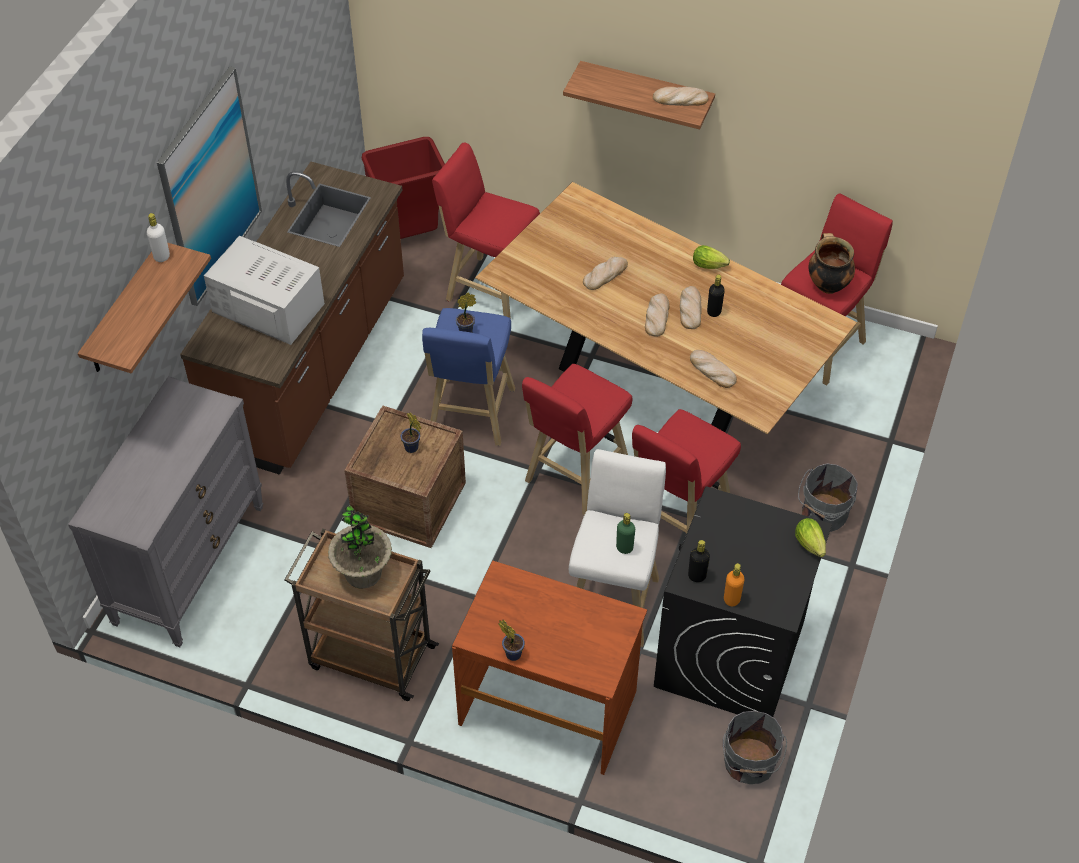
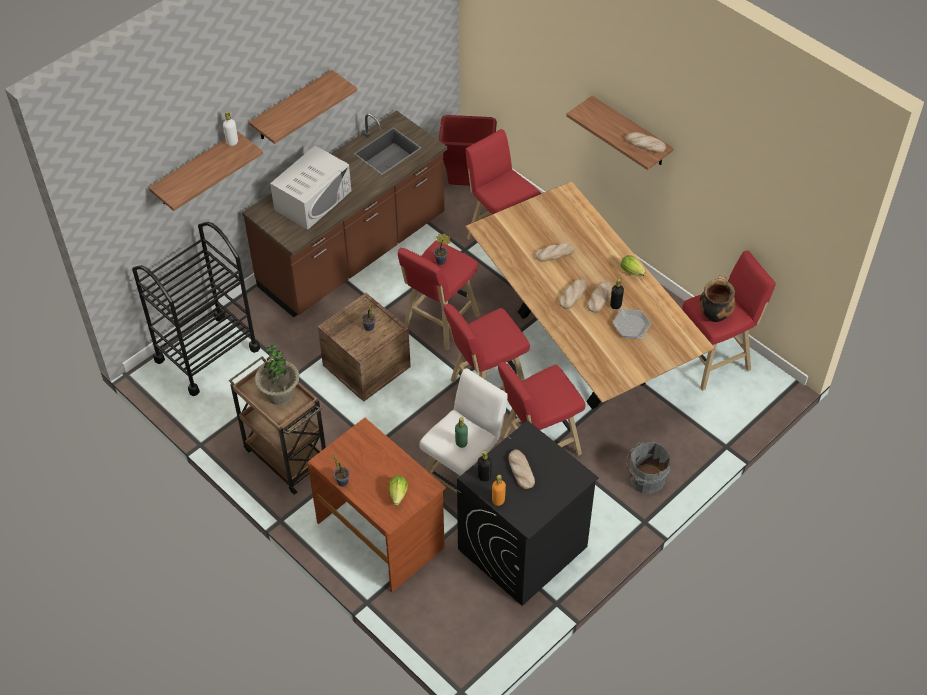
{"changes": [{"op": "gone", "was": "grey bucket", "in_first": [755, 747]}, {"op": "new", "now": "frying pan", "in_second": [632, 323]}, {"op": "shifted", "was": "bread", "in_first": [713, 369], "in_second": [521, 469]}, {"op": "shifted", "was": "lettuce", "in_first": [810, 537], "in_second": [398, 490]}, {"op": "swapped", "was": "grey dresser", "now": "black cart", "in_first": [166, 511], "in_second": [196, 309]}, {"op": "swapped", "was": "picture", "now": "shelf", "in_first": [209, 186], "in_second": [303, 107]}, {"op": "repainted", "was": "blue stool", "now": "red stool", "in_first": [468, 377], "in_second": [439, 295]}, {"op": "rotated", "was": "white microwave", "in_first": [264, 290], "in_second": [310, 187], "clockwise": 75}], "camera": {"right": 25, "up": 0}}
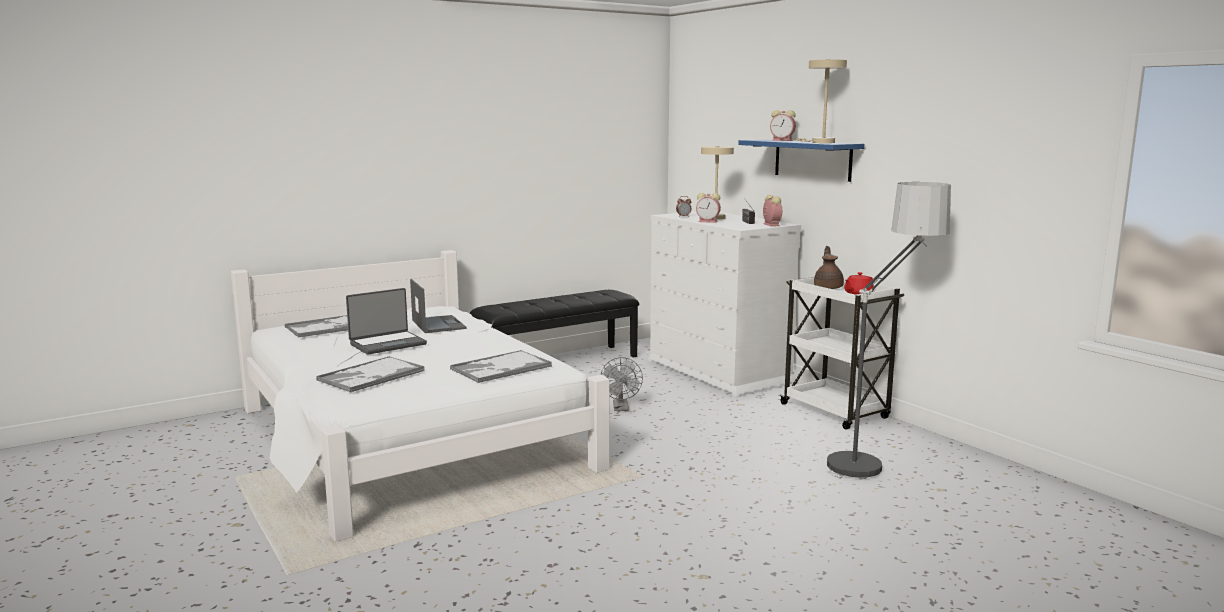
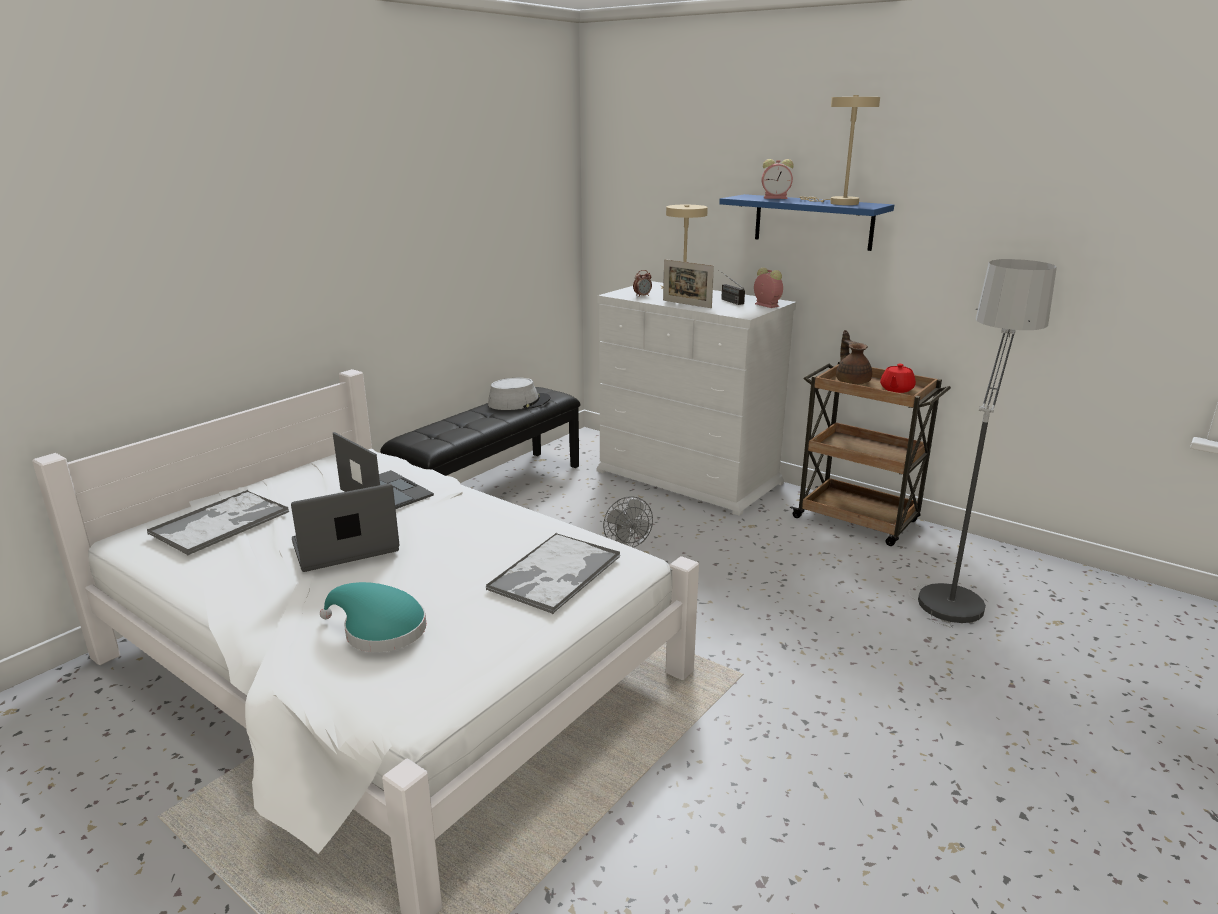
{"changes": [{"op": "new", "now": "grey hat", "in_second": [519, 394]}, {"op": "swapped", "was": "tray", "now": "turquoise hat", "in_first": [371, 374], "in_second": [373, 617]}, {"op": "swapped", "was": "alarm clock", "now": "picture frame", "in_first": [708, 208], "in_second": [688, 283]}, {"op": "repainted", "was": "white cart", "now": "brown cart", "in_first": [841, 353], "in_second": [870, 453]}, {"op": "rotated", "was": "laptop", "in_first": [386, 321], "in_second": [345, 527], "clockwise": -150}], "camera": {"right": -20, "up": 10}}
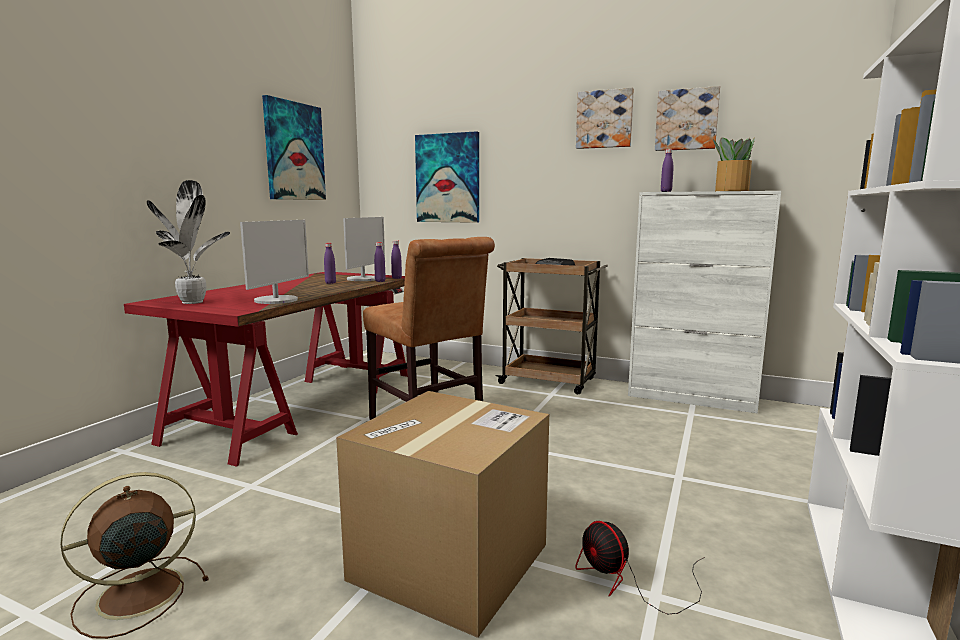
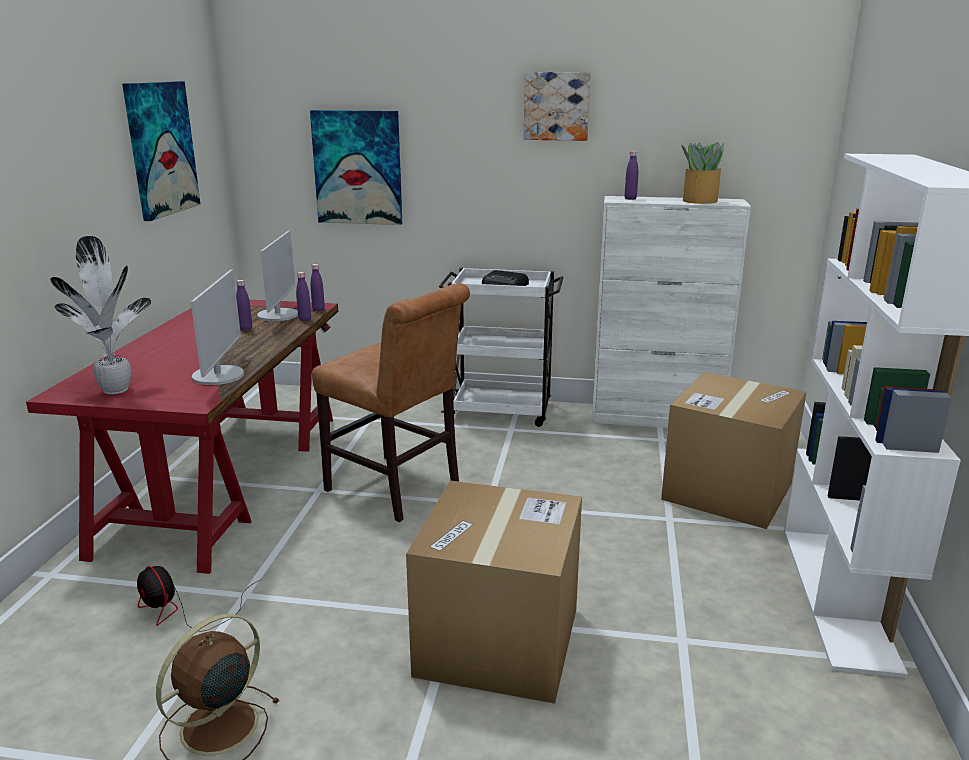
{"changes": [{"op": "gone", "was": "picture", "in_first": [687, 118]}, {"op": "new", "now": "cardboard box", "in_second": [733, 450]}, {"op": "shifted", "was": "fan", "in_first": [640, 567], "in_second": [199, 599]}, {"op": "repainted", "was": "brown cart", "now": "white cart", "in_first": [551, 326], "in_second": [501, 347]}], "camera": {"right": -15, "up": 10}}
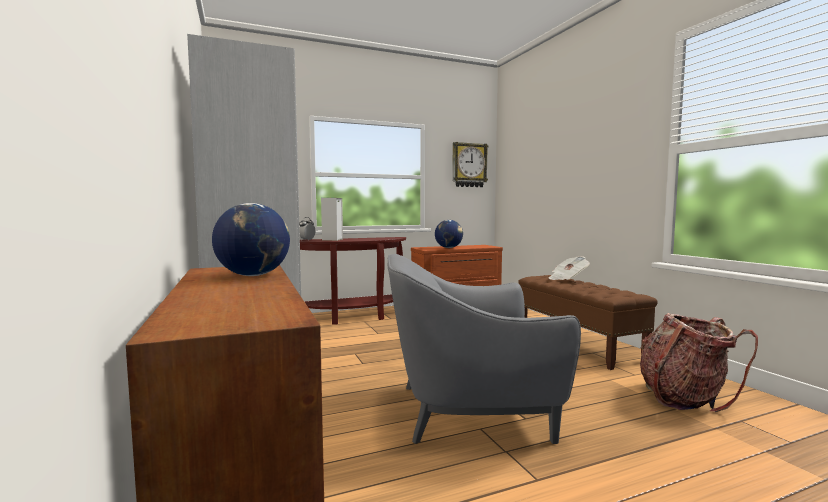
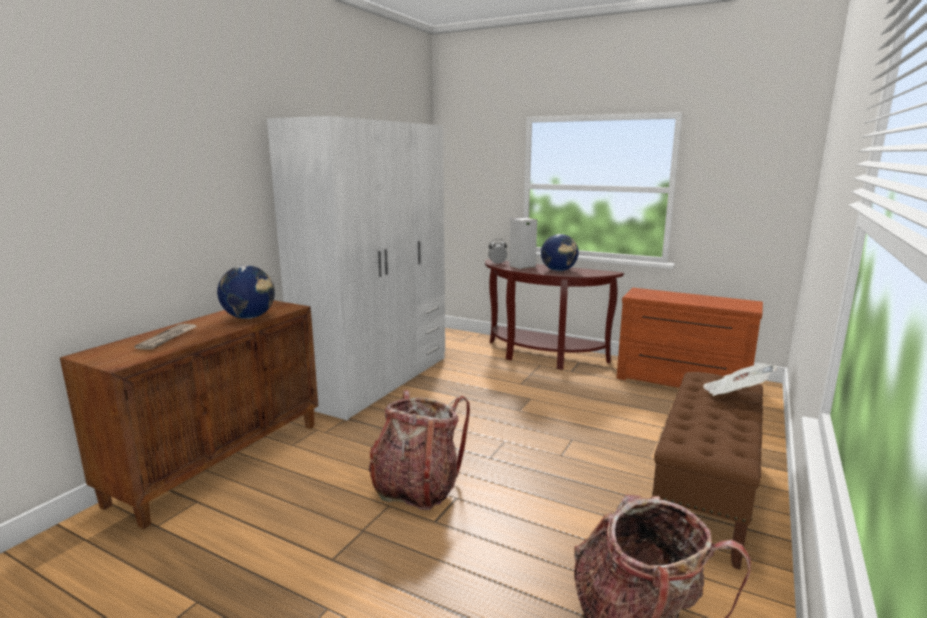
{"changes": [{"op": "gone", "was": "wall clock", "in_first": [470, 164]}, {"op": "new", "now": "newspaper", "in_second": [165, 337]}, {"op": "shifted", "was": "globe", "in_first": [449, 234], "in_second": [560, 252]}, {"op": "swapped", "was": "grey armchair", "now": "backpack", "in_first": [484, 349], "in_second": [419, 450]}], "camera": {"right": 50, "up": 10}}
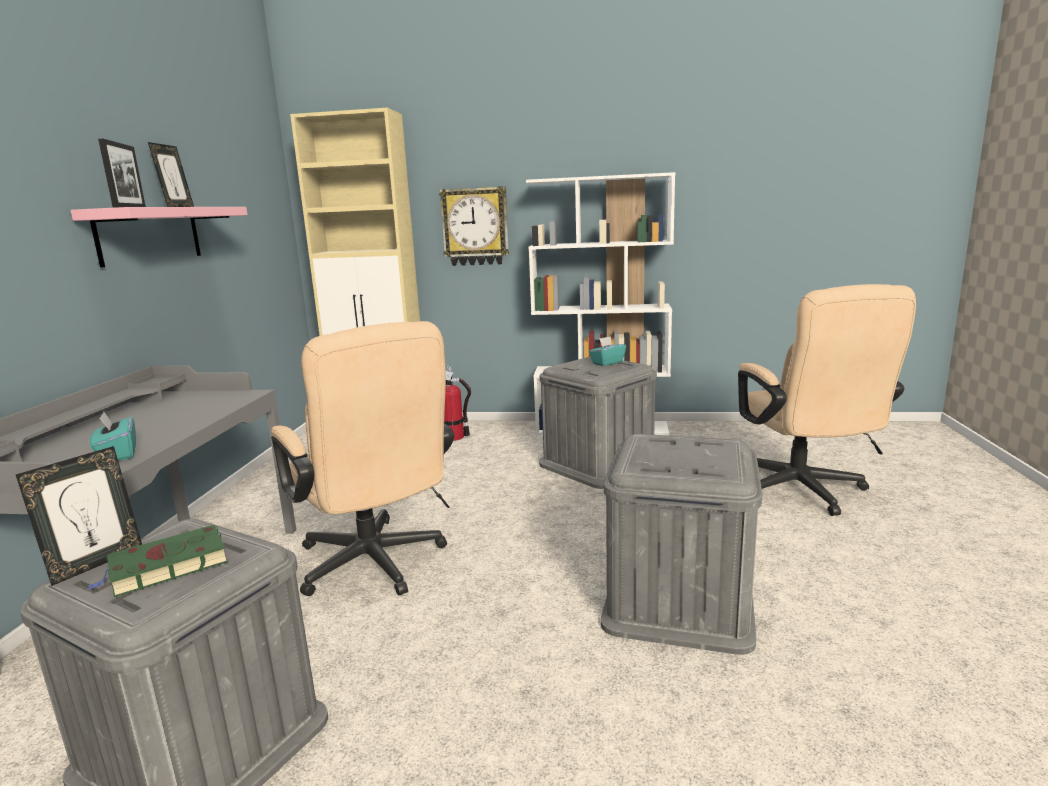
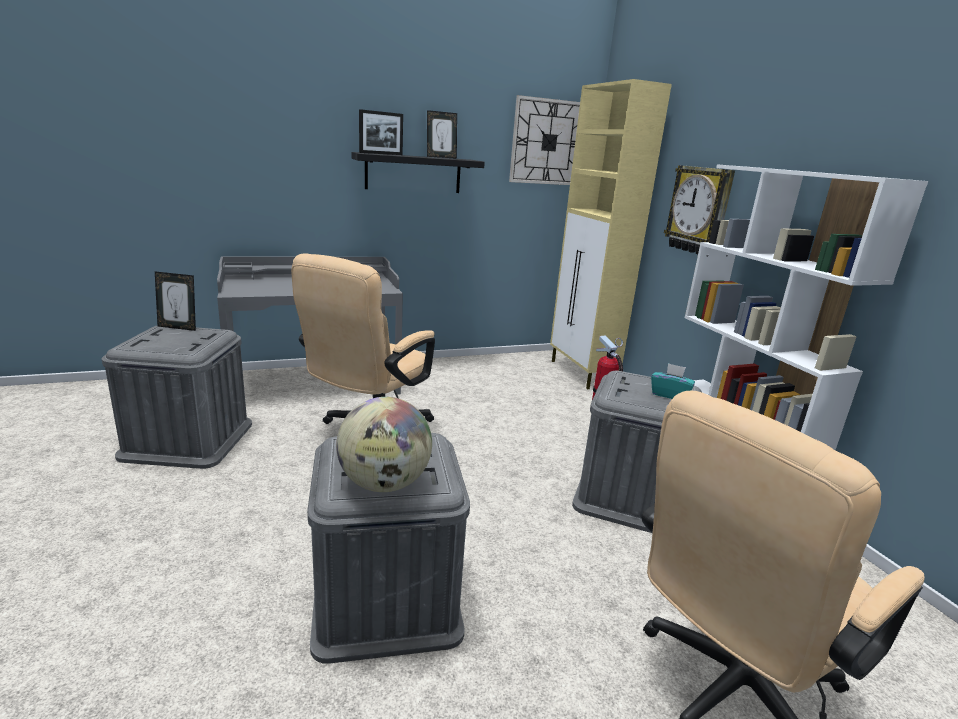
{"changes": [{"op": "gone", "was": "green book", "in_first": [158, 561]}, {"op": "gone", "was": "turquoise tissue box", "in_first": [113, 436]}, {"op": "new", "now": "globe", "in_second": [384, 444]}, {"op": "new", "now": "wall clock", "in_second": [544, 140]}, {"op": "repainted", "was": "pink shelf", "now": "black shelf", "in_first": [159, 237], "in_second": [418, 172]}], "camera": {"right": 60, "up": 5}}
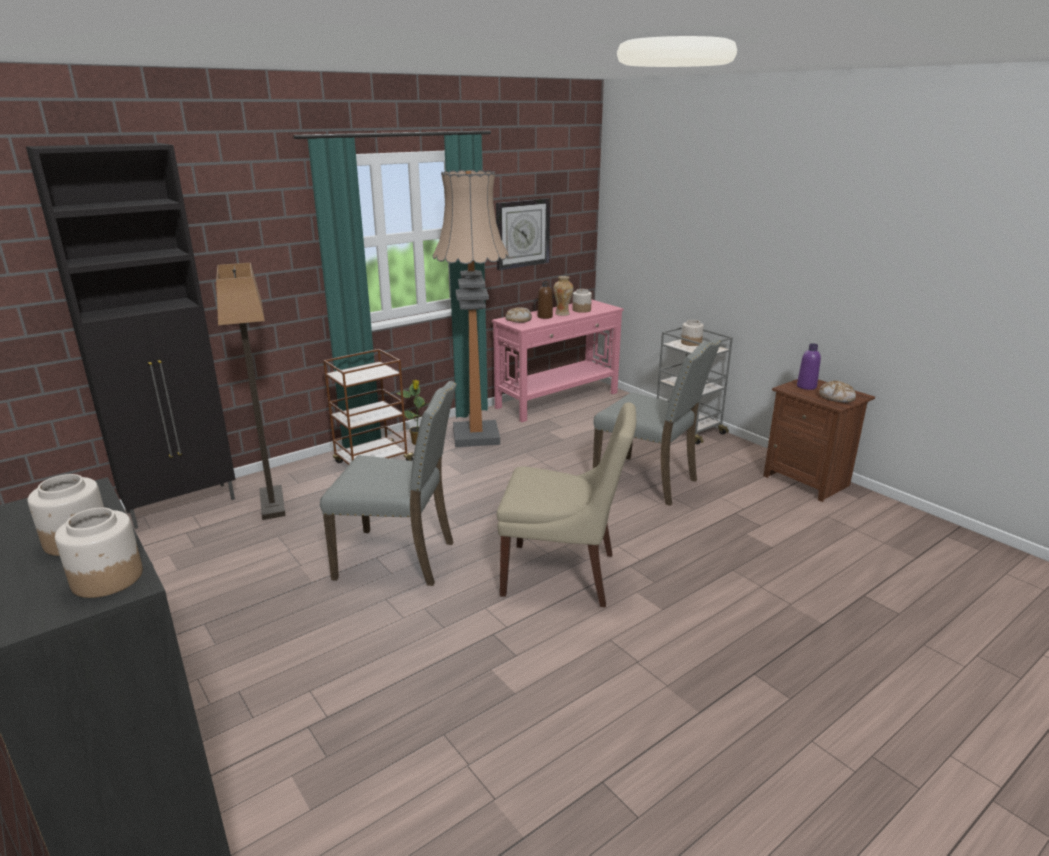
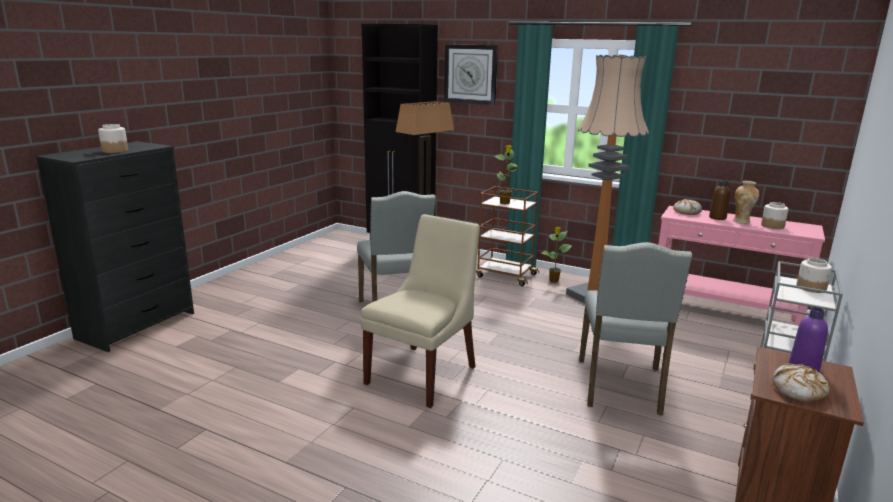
{"changes": [{"op": "gone", "was": "jar", "in_first": [99, 552]}, {"op": "new", "now": "potted plant", "in_second": [506, 174]}, {"op": "shifted", "was": "wall clock", "in_first": [523, 234], "in_second": [471, 74]}, {"op": "rotated", "was": "beige chair", "in_first": [566, 504], "in_second": [420, 311], "clockwise": -135}], "camera": {"right": 65, "up": -5}}
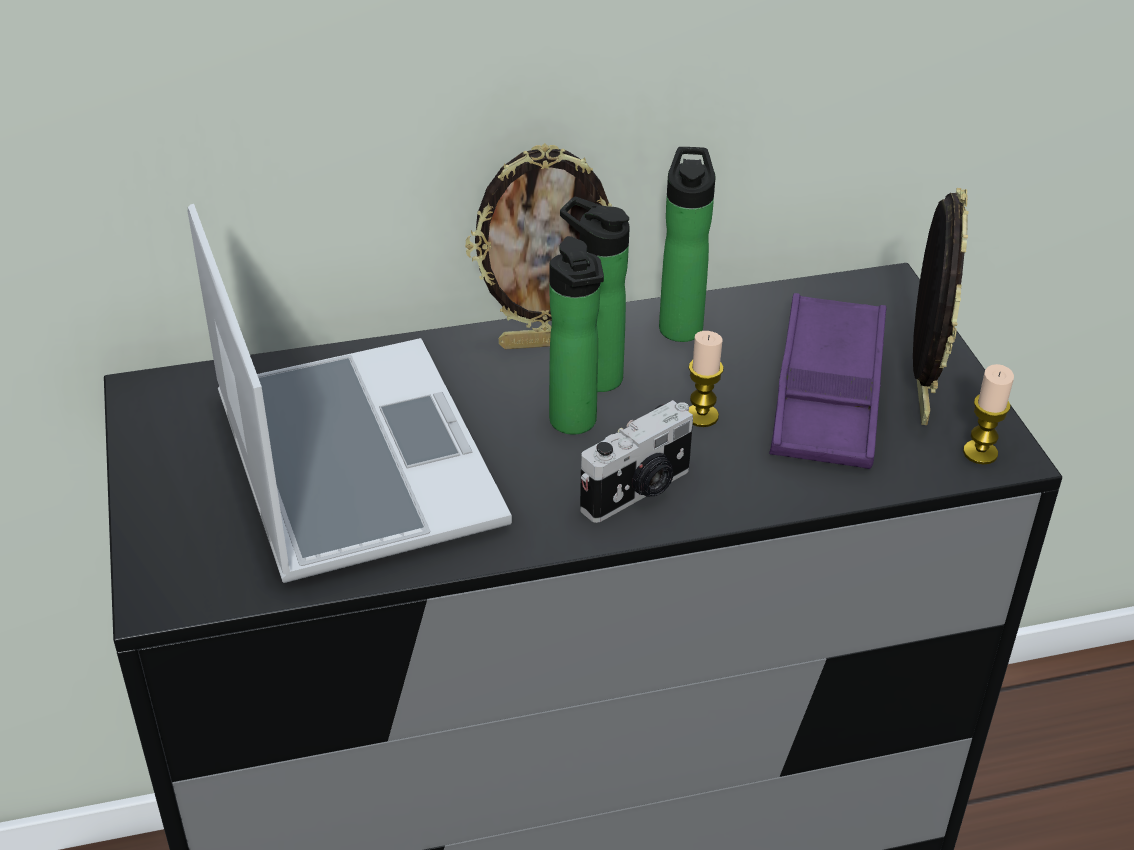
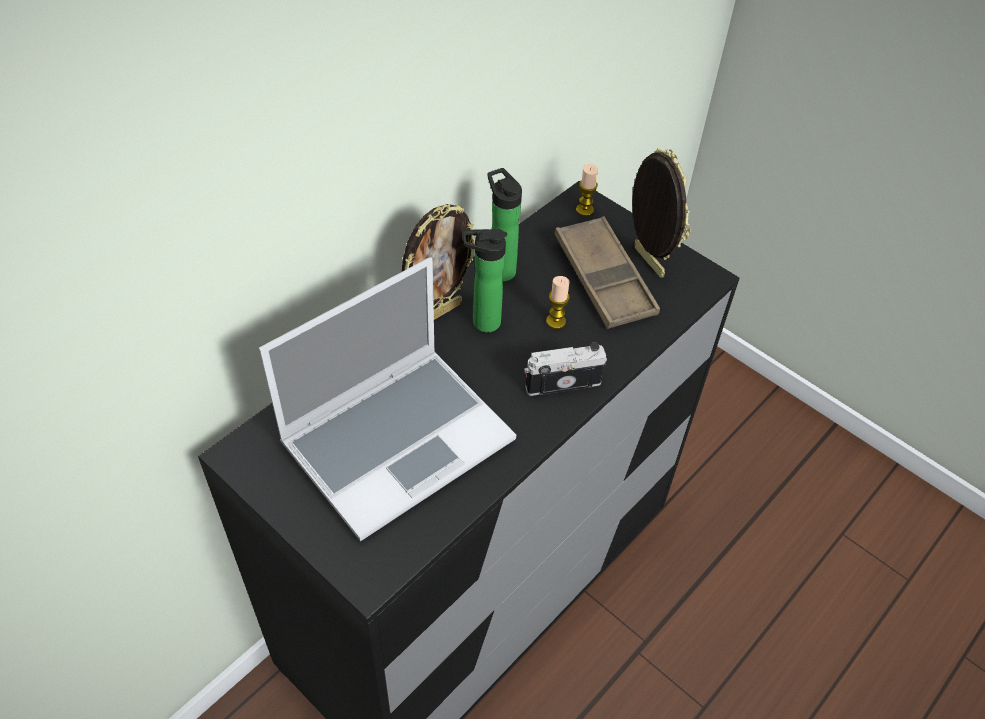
{"changes": [{"op": "gone", "was": "bottle", "in_first": [576, 335]}, {"op": "shifted", "was": "candle", "in_first": [988, 414], "in_second": [587, 190]}, {"op": "repainted", "was": "purple tray", "now": "brown tray", "in_first": [827, 381], "in_second": [607, 272]}, {"op": "rotated", "was": "laptop", "in_first": [350, 393], "in_second": [387, 399], "clockwise": 105}, {"op": "rotated", "was": "photo camera", "in_first": [636, 461], "in_second": [565, 369], "clockwise": -120}], "camera": {"right": -35, "up": 10}}
